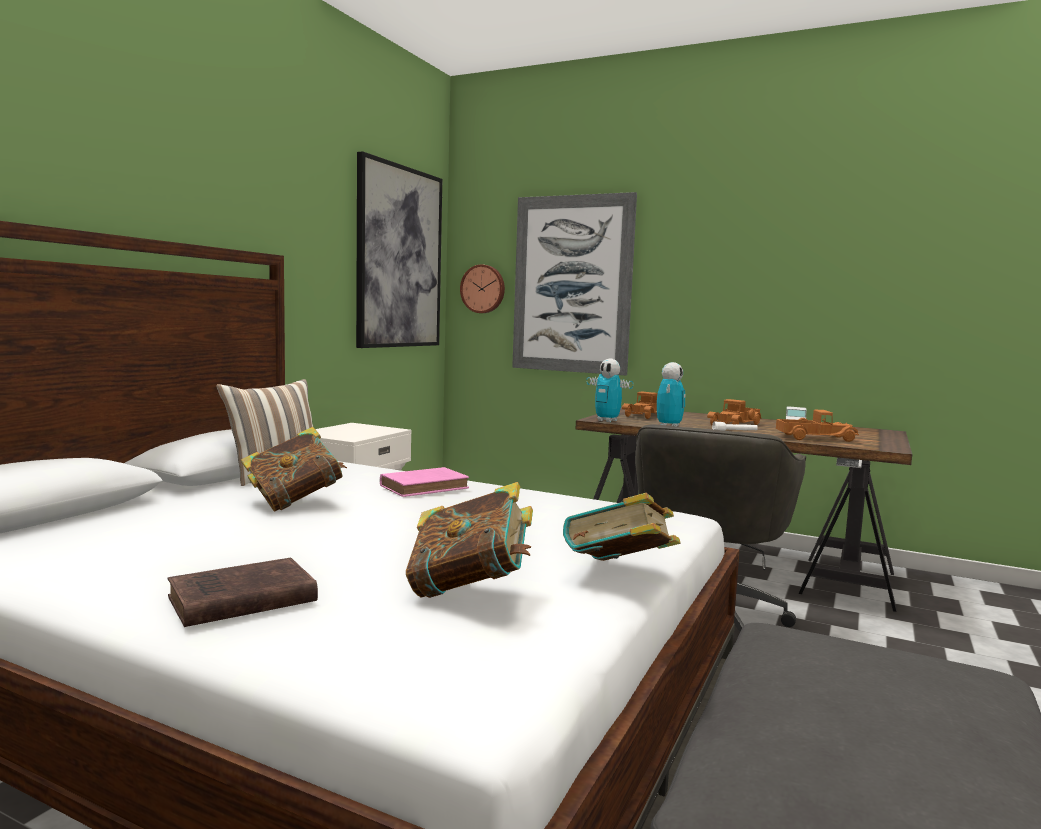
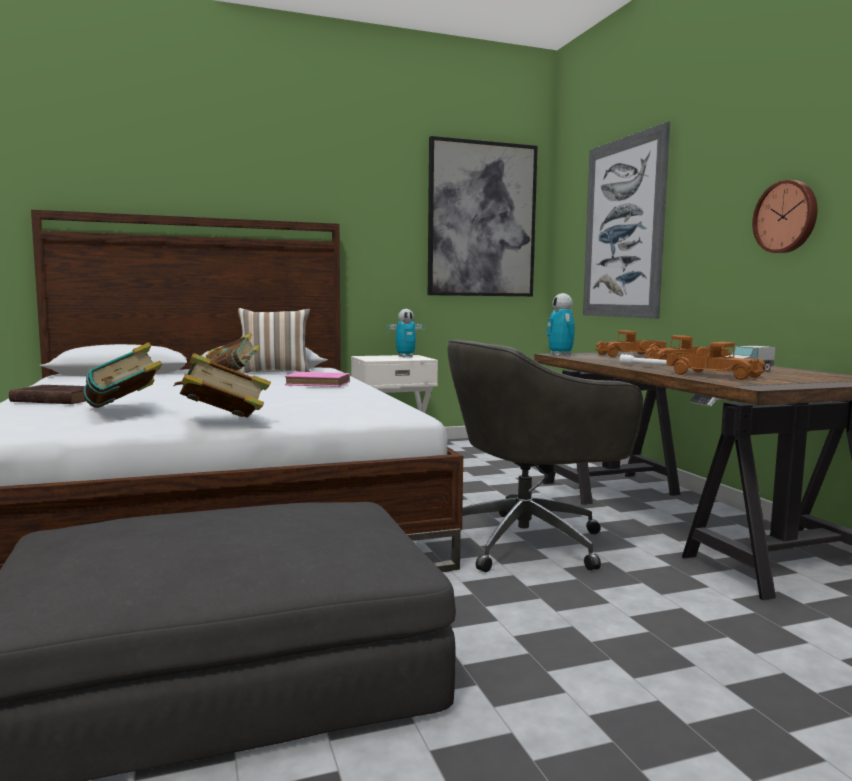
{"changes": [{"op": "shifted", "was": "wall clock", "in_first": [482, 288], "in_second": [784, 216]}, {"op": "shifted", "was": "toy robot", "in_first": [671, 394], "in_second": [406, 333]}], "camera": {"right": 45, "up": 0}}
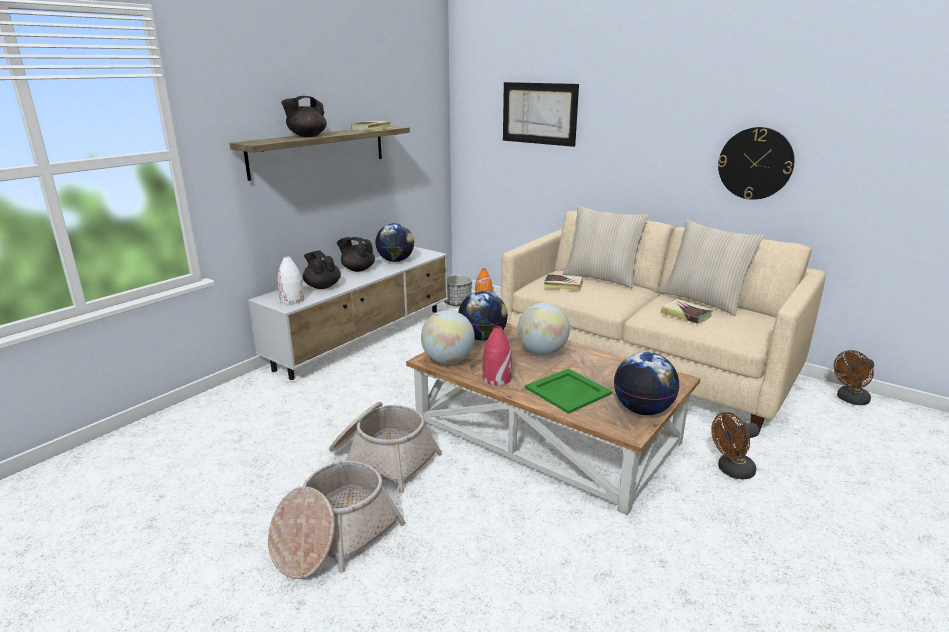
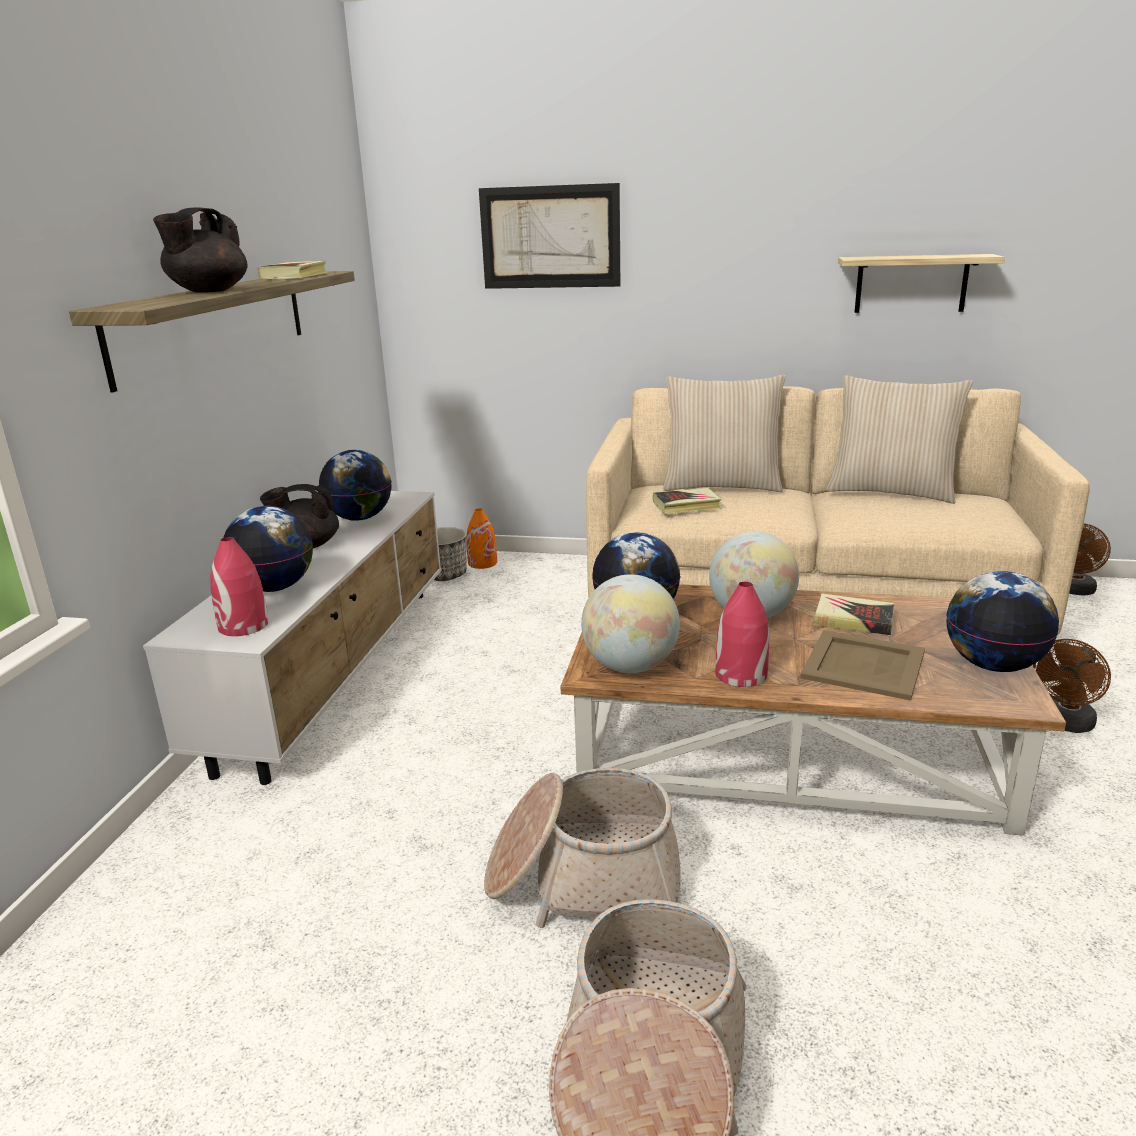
{"changes": [{"op": "shifted", "was": "book", "in_first": [687, 311], "in_second": [853, 614]}, {"op": "swapped", "was": "black teapot", "now": "globe", "in_first": [322, 269], "in_second": [268, 549]}, {"op": "swapped", "was": "wall clock", "now": "shelf", "in_first": [756, 163], "in_second": [921, 283]}, {"op": "repainted", "was": "white vase", "now": "red vase", "in_first": [291, 280], "in_second": [239, 586]}, {"op": "repainted", "was": "green tray", "now": "beige tray", "in_first": [568, 391], "in_second": [862, 665]}], "camera": {"right": -25, "up": 0}}
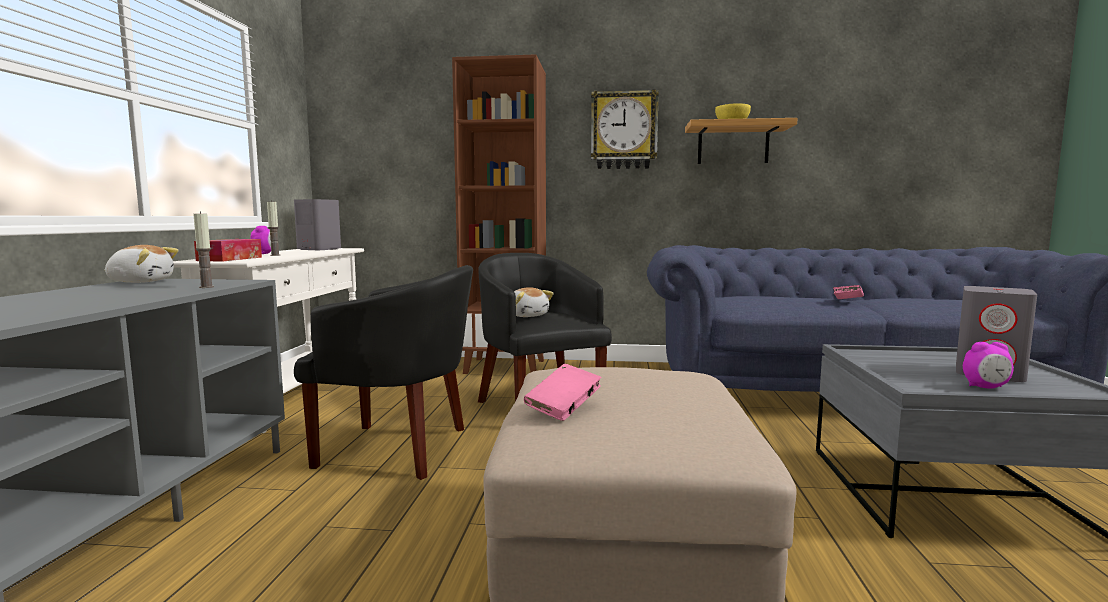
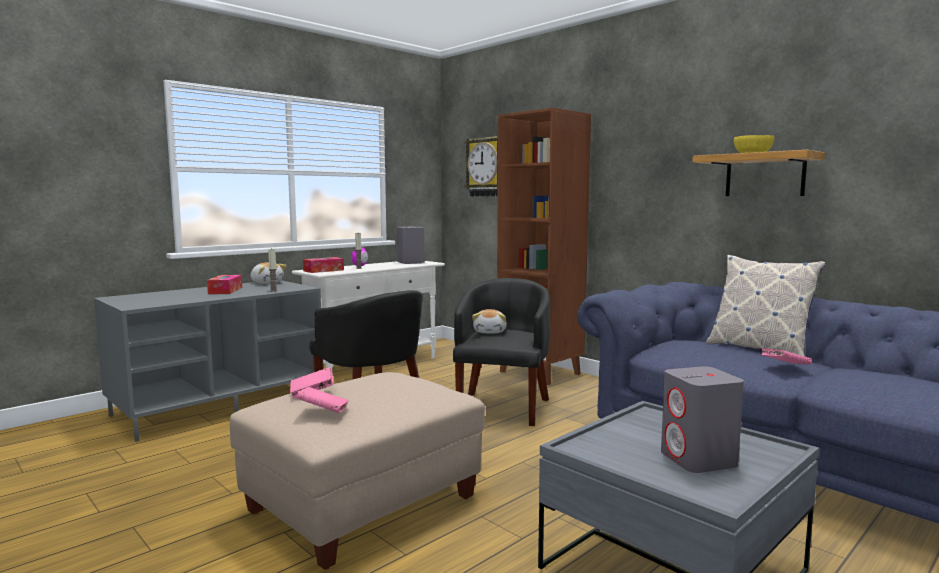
{"changes": [{"op": "gone", "was": "alarm clock", "in_first": [988, 365]}, {"op": "new", "now": "tissue box", "in_second": [224, 284]}, {"op": "new", "now": "pink book", "in_second": [322, 400]}, {"op": "new", "now": "pillow", "in_second": [766, 306]}, {"op": "shifted", "was": "wall clock", "in_first": [625, 129], "in_second": [481, 166]}], "camera": {"right": 40, "up": 0}}
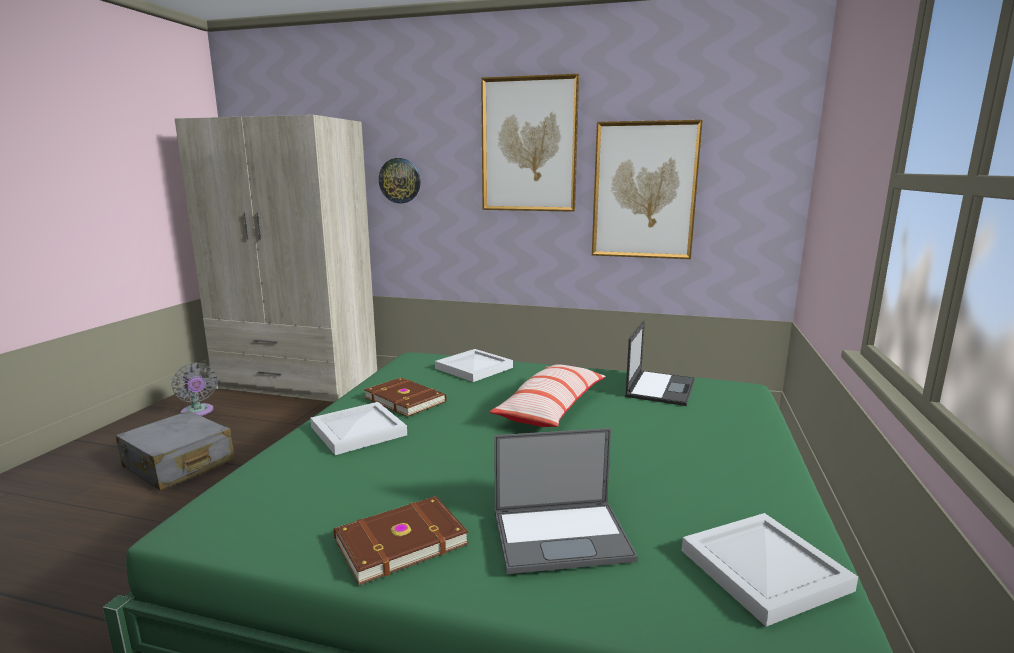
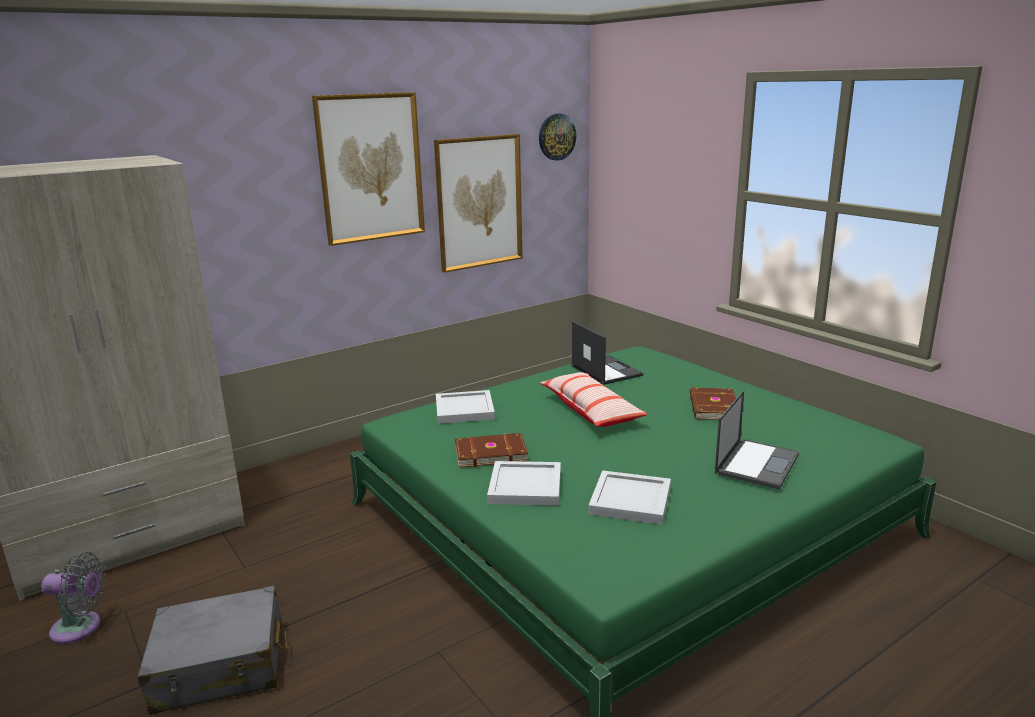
{"changes": [{"op": "shifted", "was": "brown book", "in_first": [401, 540], "in_second": [713, 403]}, {"op": "shifted", "was": "wall clock", "in_first": [400, 180], "in_second": [557, 137]}, {"op": "shifted", "was": "white tray", "in_first": [770, 570], "in_second": [629, 497]}], "camera": {"right": -50, "up": 5}}
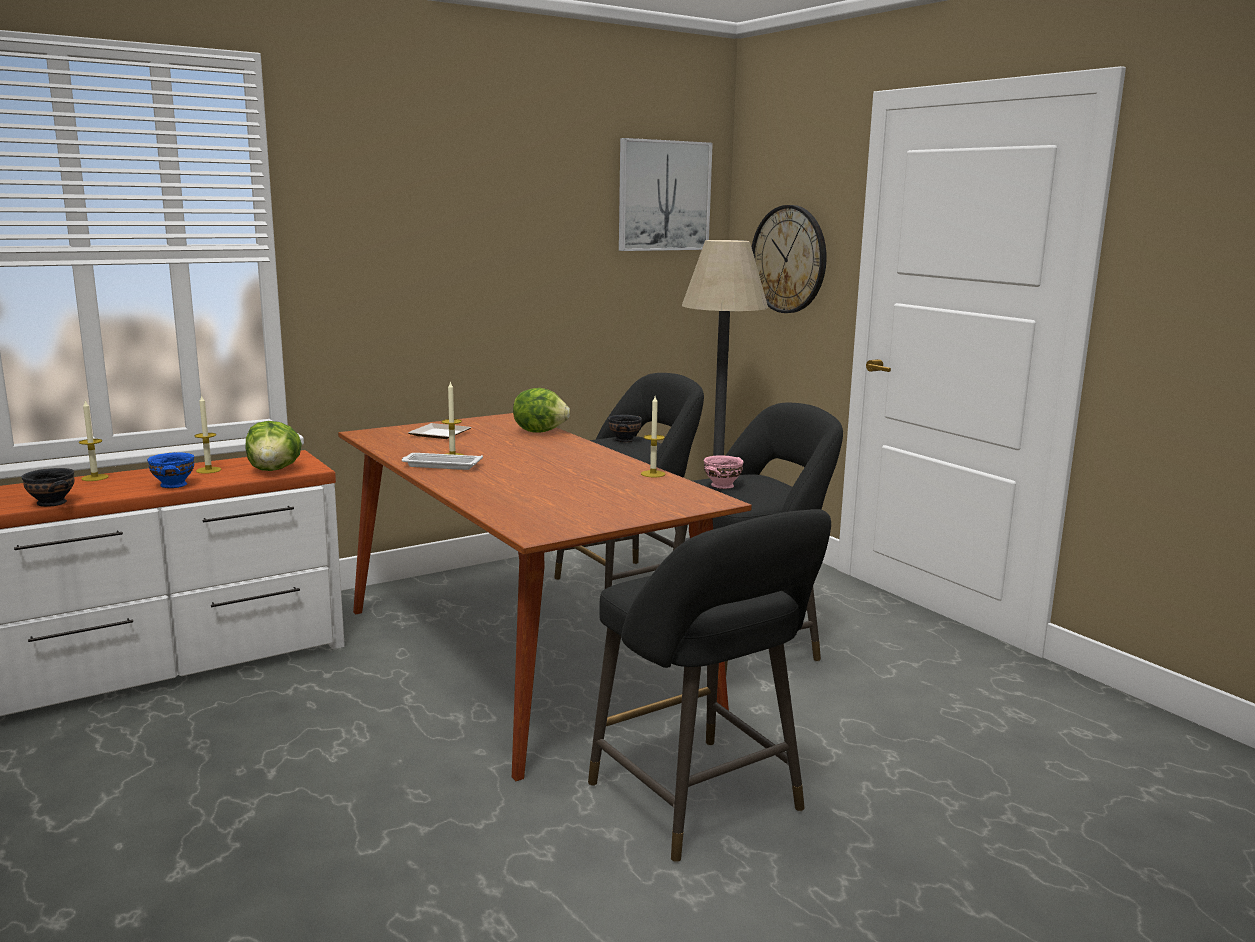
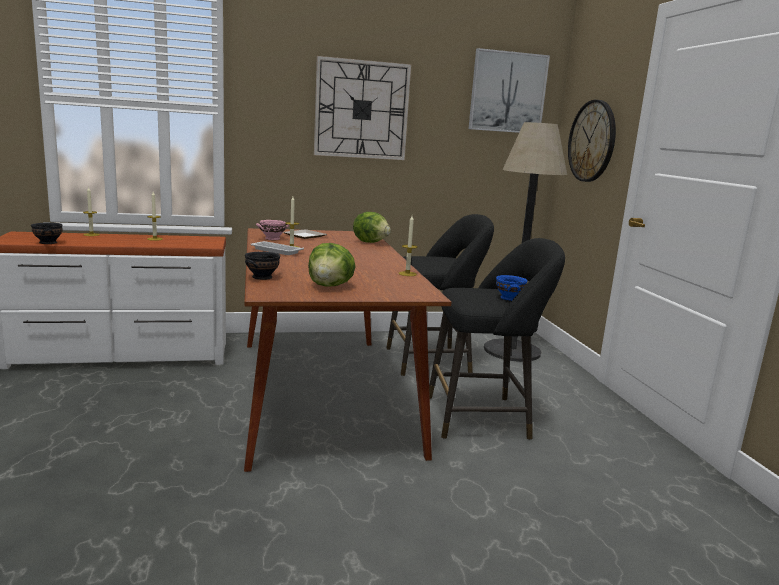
{"changes": [{"op": "gone", "was": "black stool", "in_first": [709, 686]}, {"op": "new", "now": "wall clock", "in_second": [362, 108]}, {"op": "shifted", "was": "blue bowl", "in_first": [170, 470], "in_second": [512, 288]}, {"op": "shifted", "was": "lettuce", "in_first": [273, 446], "in_second": [331, 265]}, {"op": "shifted", "was": "black bowl", "in_first": [625, 428], "in_second": [262, 266]}, {"op": "shifted", "was": "pink bowl", "in_first": [724, 472], "in_second": [272, 230]}], "camera": {"right": 20, "up": 0}}
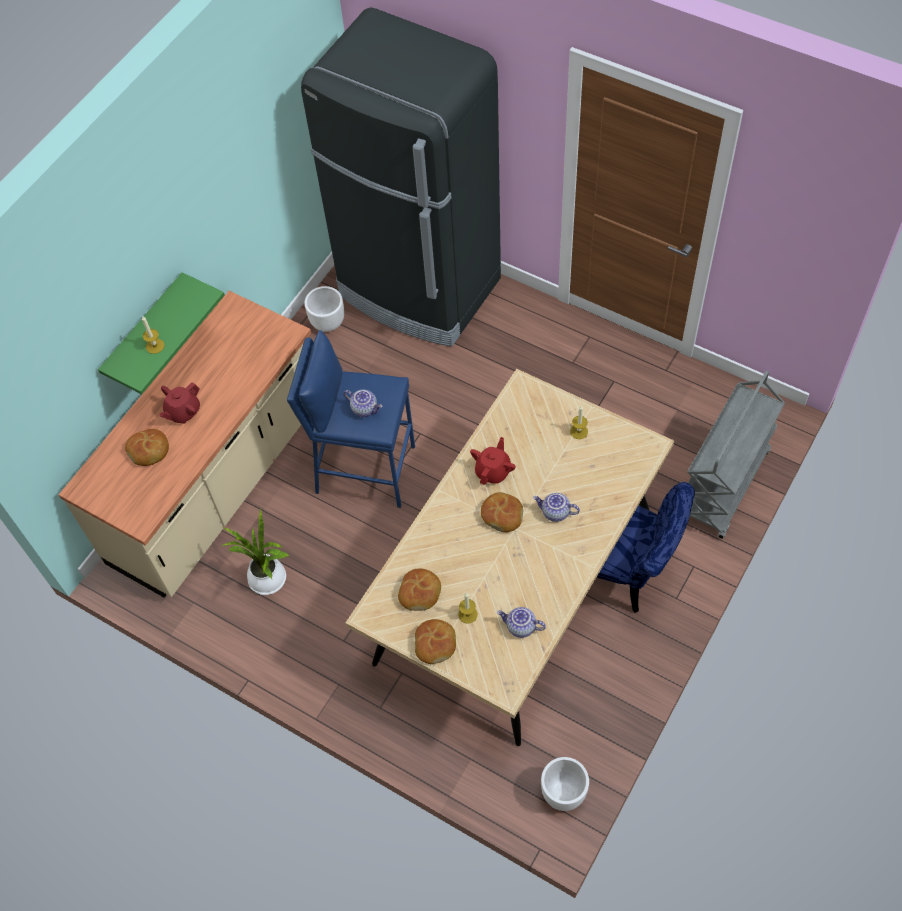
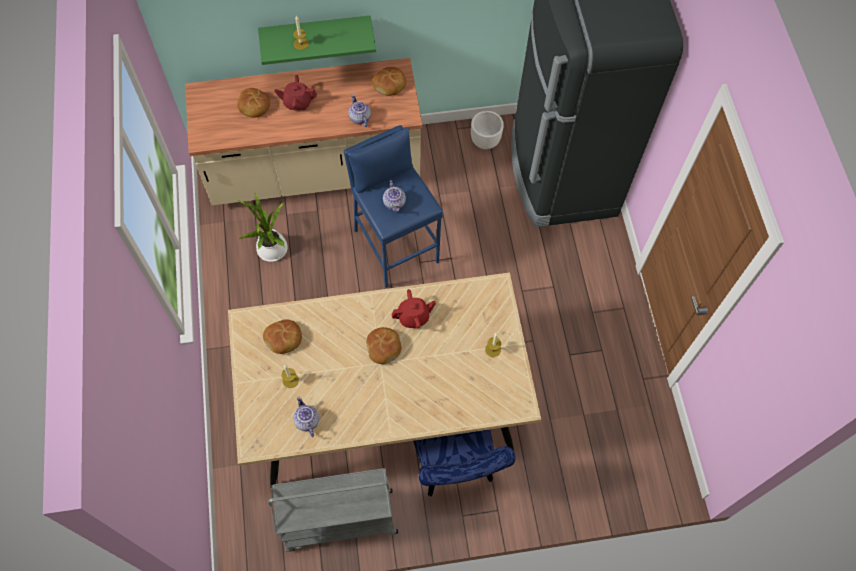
{"changes": [{"op": "gone", "was": "white planter", "in_first": [565, 784]}, {"op": "shifted", "was": "bread", "in_first": [435, 641], "in_second": [389, 81]}, {"op": "shifted", "was": "teapot", "in_first": [556, 507], "in_second": [359, 110]}, {"op": "shifted", "was": "grey cart", "in_first": [736, 454], "in_second": [333, 510]}], "camera": {"right": 45, "up": 5}}
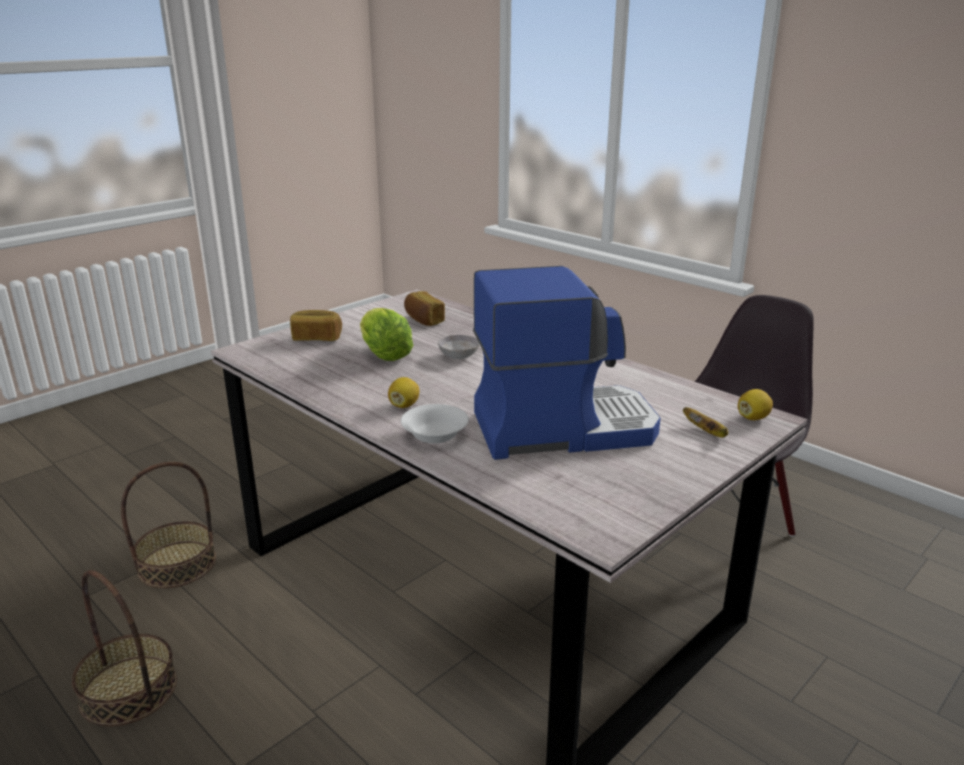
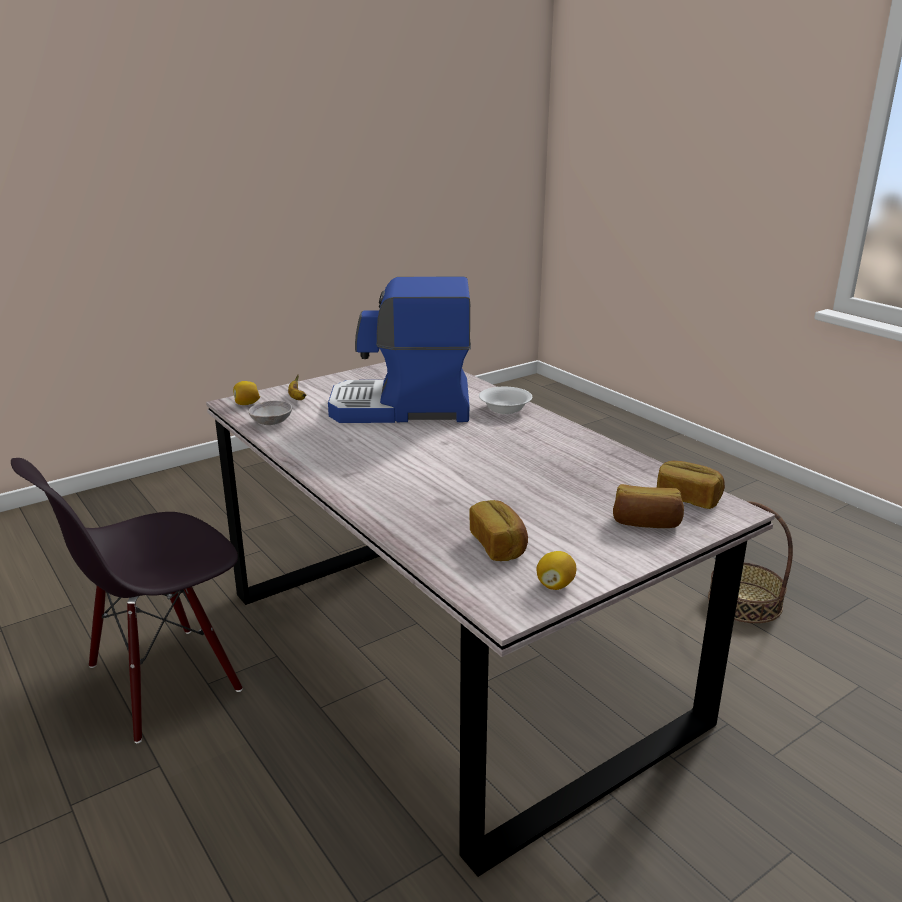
{"changes": [{"op": "gone", "was": "basket", "in_first": [168, 525]}, {"op": "gone", "was": "lettuce", "in_first": [387, 334]}, {"op": "new", "now": "bread", "in_second": [691, 485]}, {"op": "shifted", "was": "lemon", "in_first": [403, 392], "in_second": [556, 570]}, {"op": "shifted", "was": "grey bowl", "in_first": [459, 347], "in_second": [270, 413]}], "camera": {"right": -170, "up": 0}}
